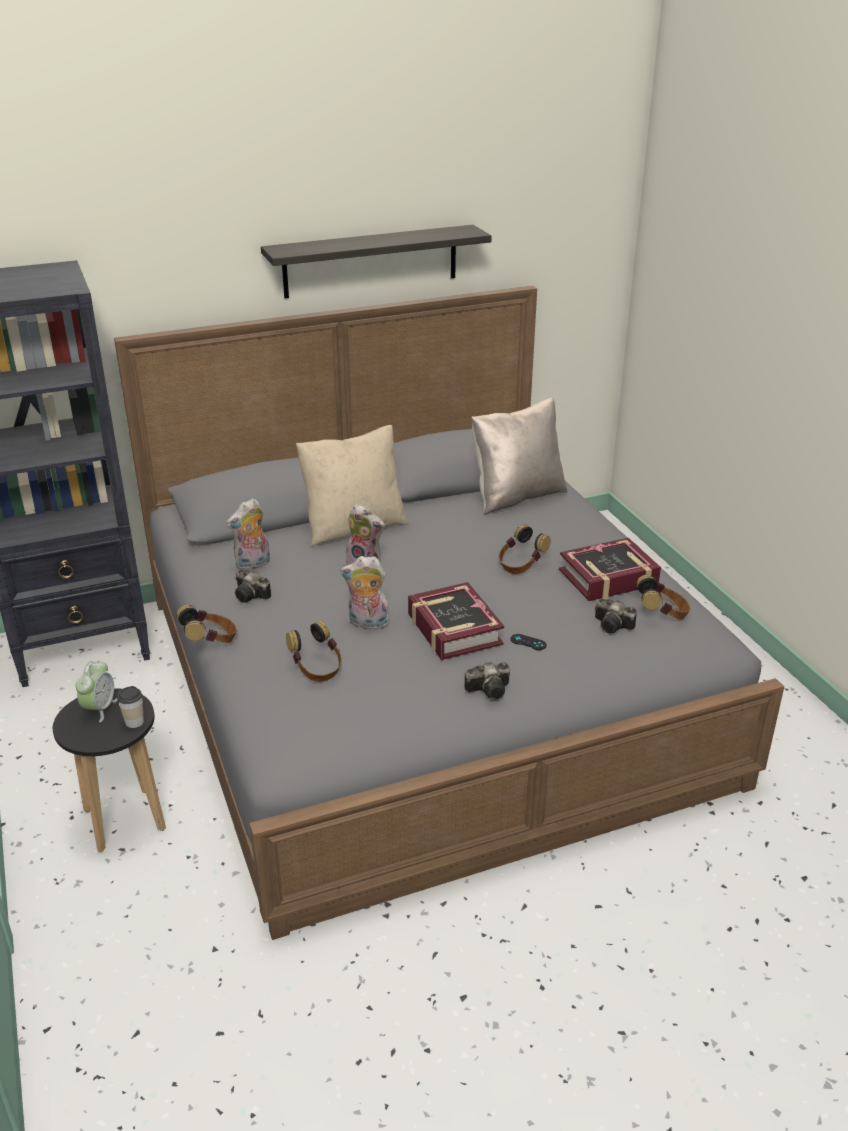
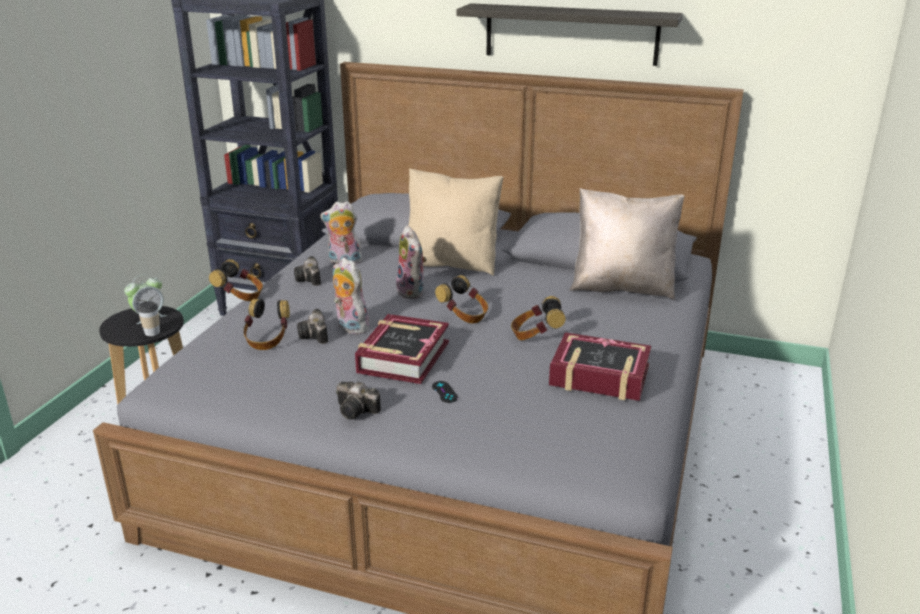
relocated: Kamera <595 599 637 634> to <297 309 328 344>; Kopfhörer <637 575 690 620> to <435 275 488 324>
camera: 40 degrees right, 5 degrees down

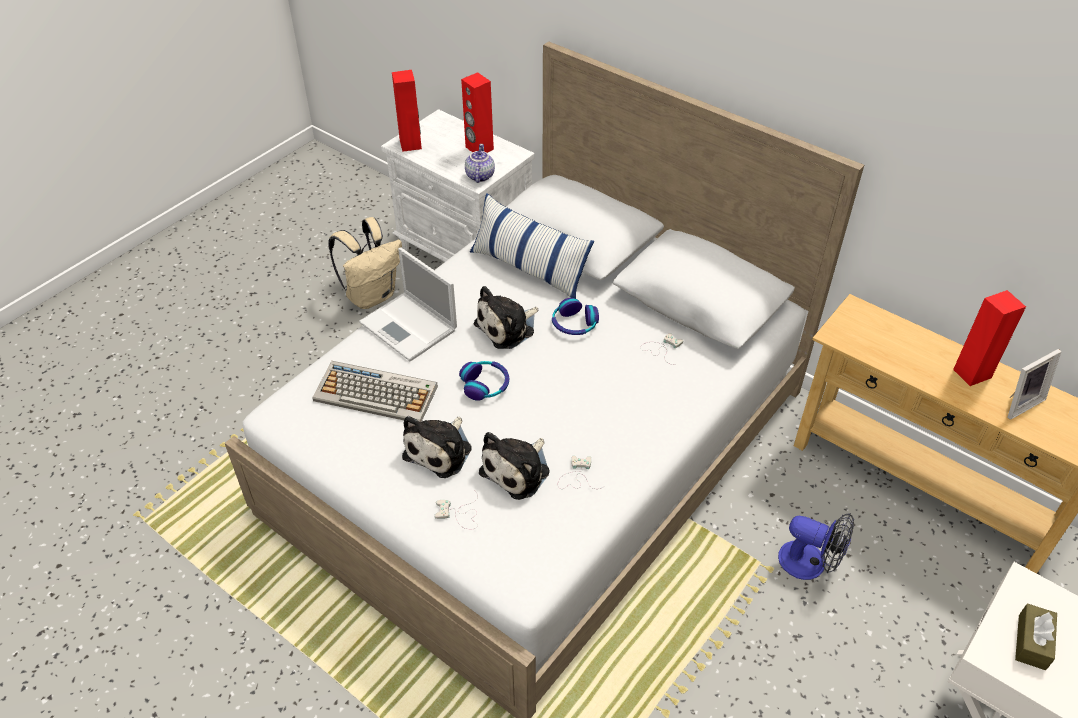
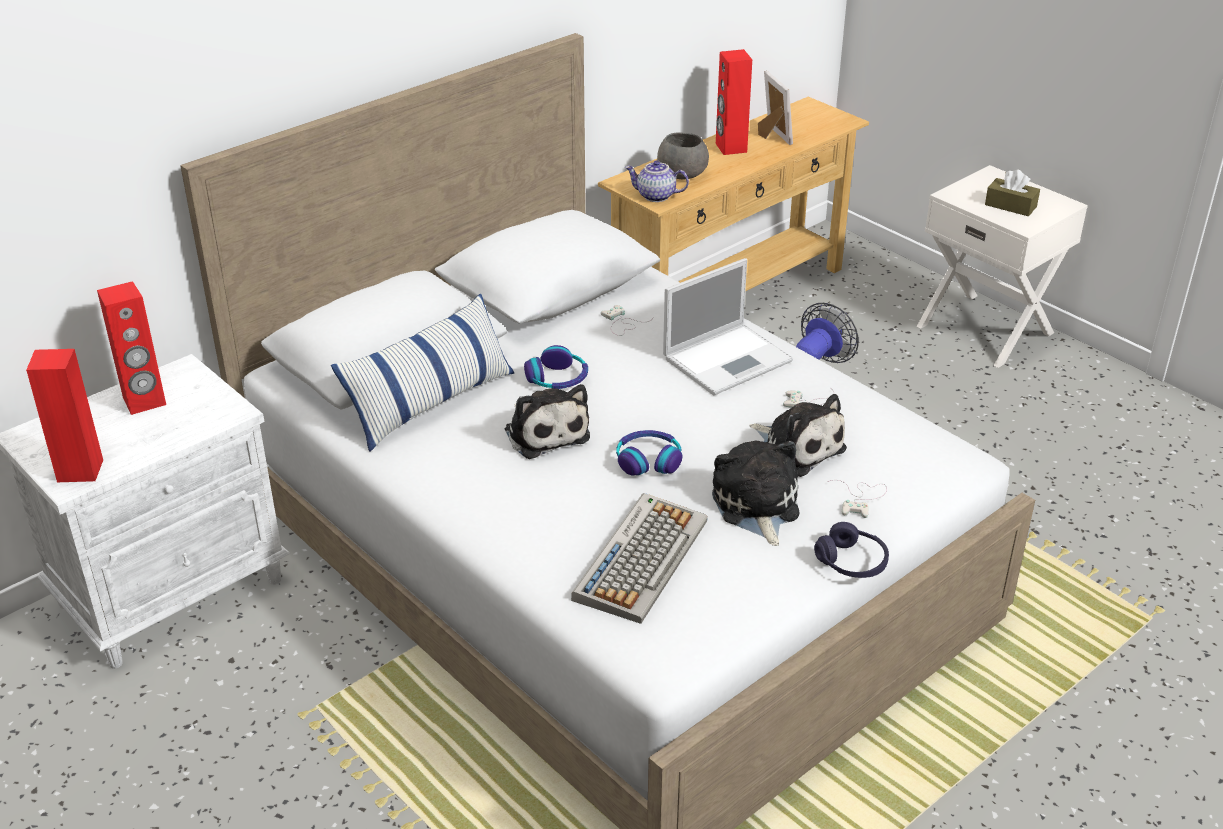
missing: Rucksack/beige <328 217 402 309>
appeared: Schüssel/grau <657 132 709 179>; Kopfhörer/lila <814 522 889 578>
relocated: Laptop <359 247 457 362> to <663 258 793 395>; Teekanne <465 144 495 183> to <625 160 689 202>
spun: Plüschtier <402 416 472 478> = <712 440 799 546> 135 degrees counterclockwise
camera: 80 degrees left, 10 degrees down

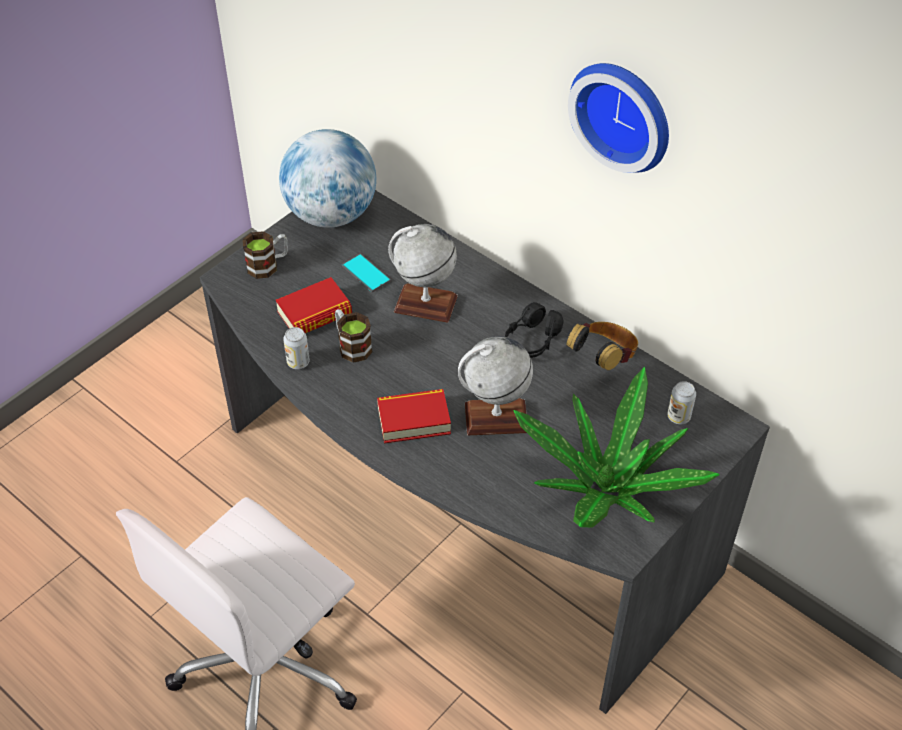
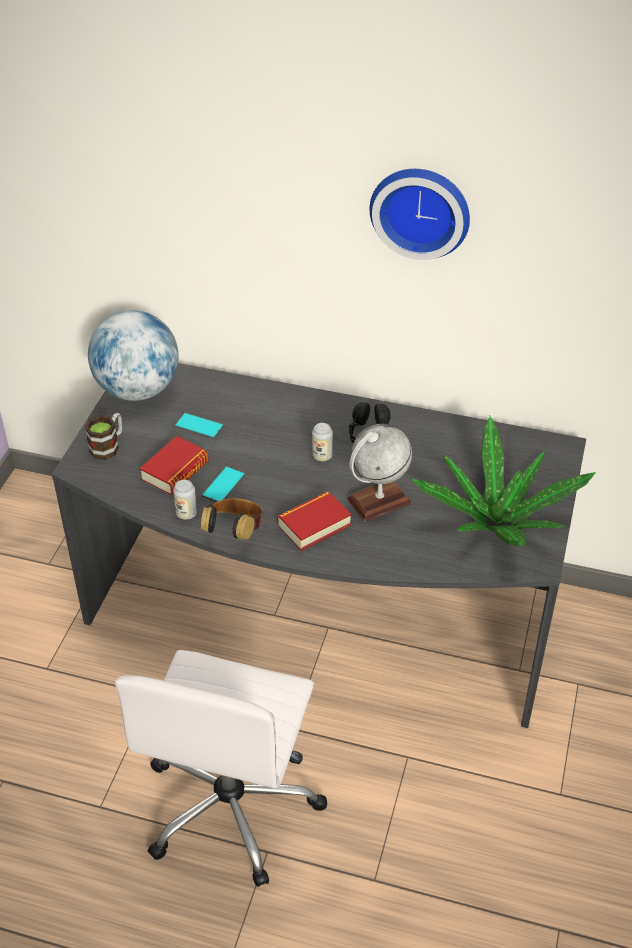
missing: Globus <388 224 458 323>
relocated: Kopfhörer <566 322 638 370> to <201 498 263 540>; Dose <667 381 696 424> to <312 423 333 461>
exchanged: Henkelbecher <335 309 373 363> to Handy <202 466 246 502>
camera: 25 degrees left, 5 degrees down

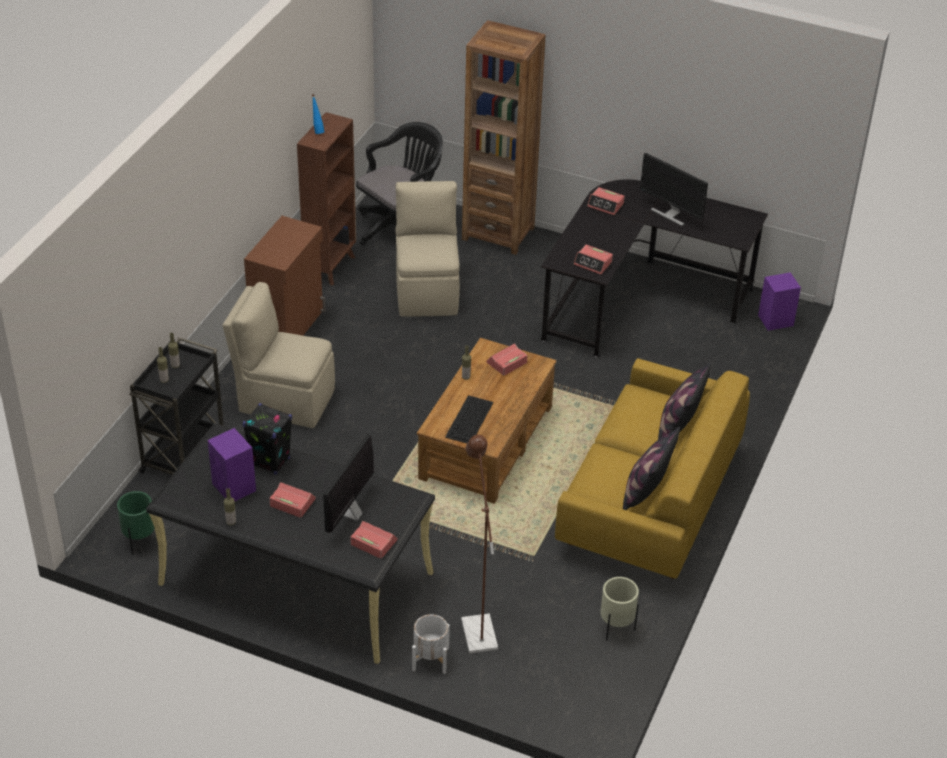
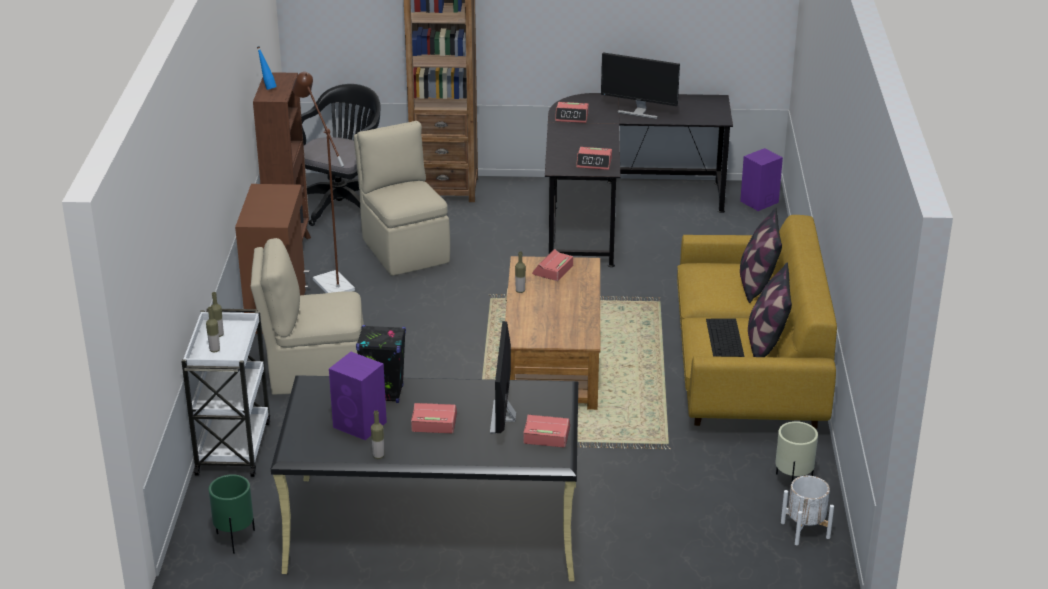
relocated: Pflanzkübel/weiß <412 614 450 674> to <781 476 834 545>; Tastatur <445 395 494 443> to <706 318 745 357>; Stehlampe/braun <461 435 498 653> to <292 72 355 293>
colour: Rollwagen/schwarz <129 337 224 475> to Rollwagen/weiß <181 308 270 477>
camera: 20 degrees left, 10 degrees down

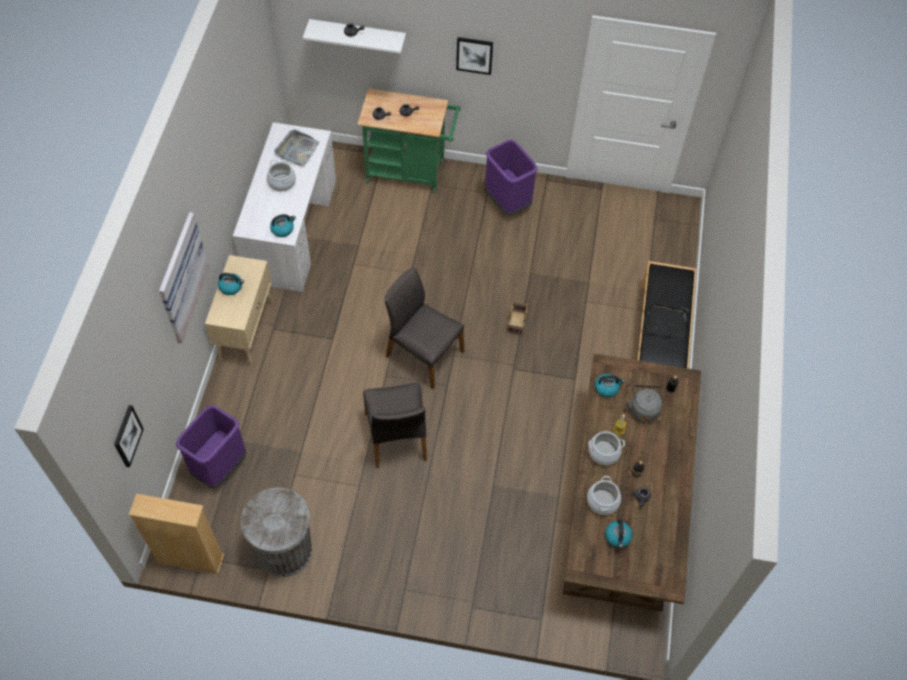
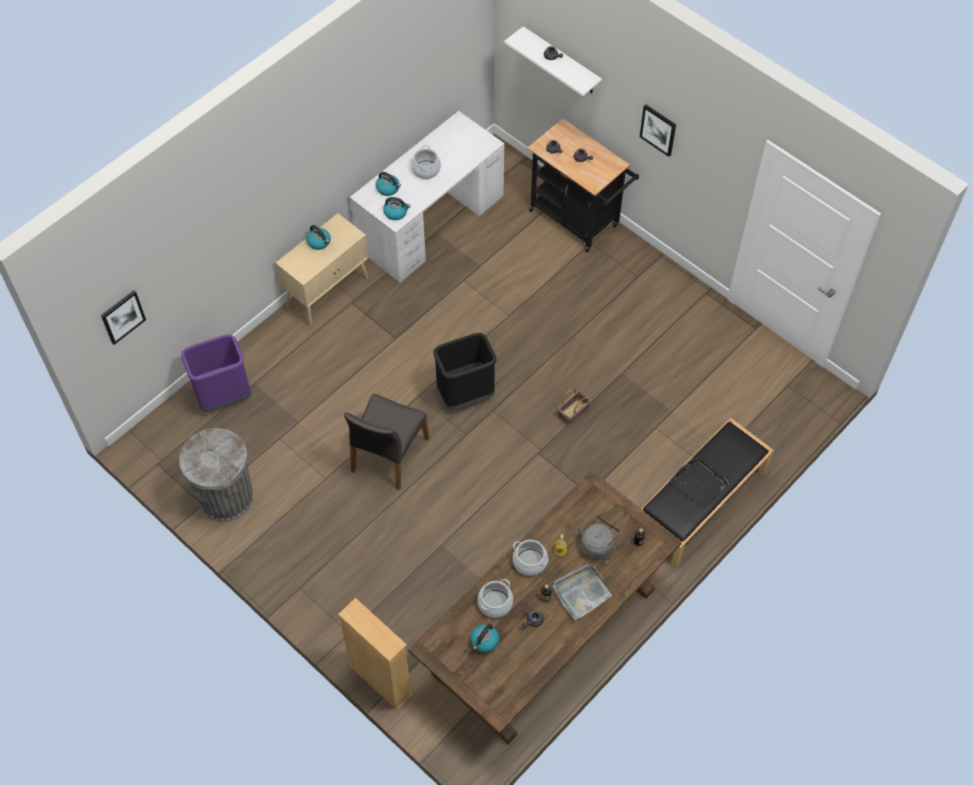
missing: Bild <159 212 209 343>; Mülleimer/lila <485 140 538 216>
relocated: Bücherregal/beige <129 494 224 574> to <338 598 413 710>; Tablett/grau <274 129 319 166> to <553 564 612 620>; Wasserkessel <595 374 625 397> to <376 172 401 196>
exchanged: Stuhl/grau <385 268 464 389> to Mülleimer/schwarz <433 333 496 410>
colour: Rollwagen/grün <357 88 461 193> to Rollwagen/schwarz <528 119 639 252>
camera: 35 degrees right, 0 degrees up

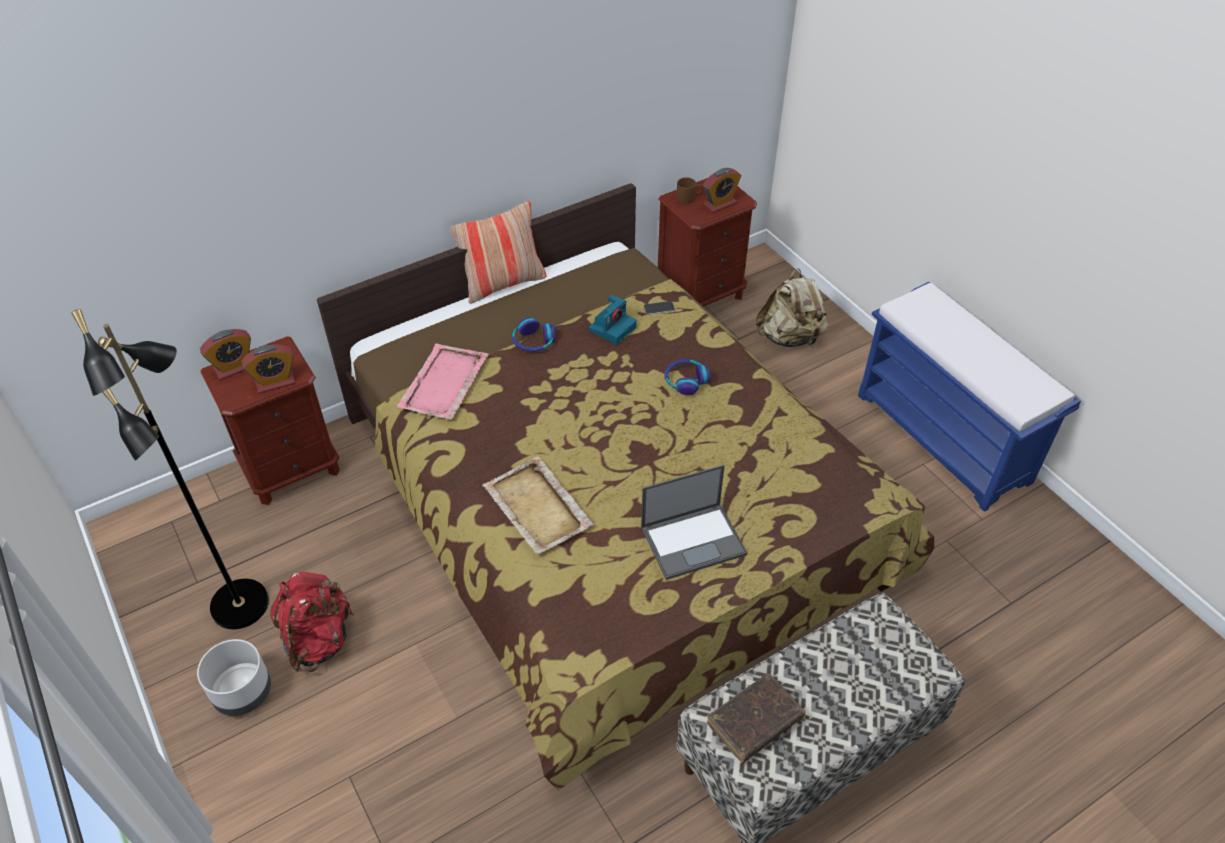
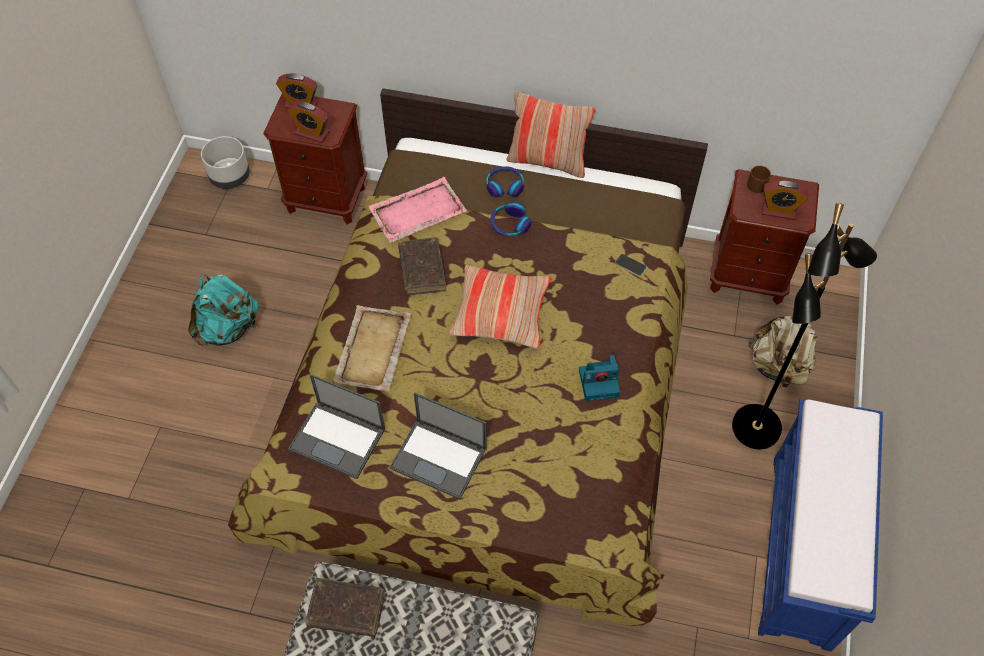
appeared: Laptop <288 374 385 479>; Buch/braun <398 237 446 295>; Kissen <449 265 551 349>
relocated: Stehlampe/schwarz <72 309 269 629> to <732 203 877 449>; Pflanzkübel/grau <197 639 271 716> to <201 136 250 189>; Kamera <589 295 637 345> to <579 355 620 401>; Kopfhörer <664 359 711 395> to <486 166 524 197>
colour: Rucksack/rot <270 572 353 672> to Rucksack/türkis <188 274 259 346>
camera: 45 degrees right, 10 degrees up

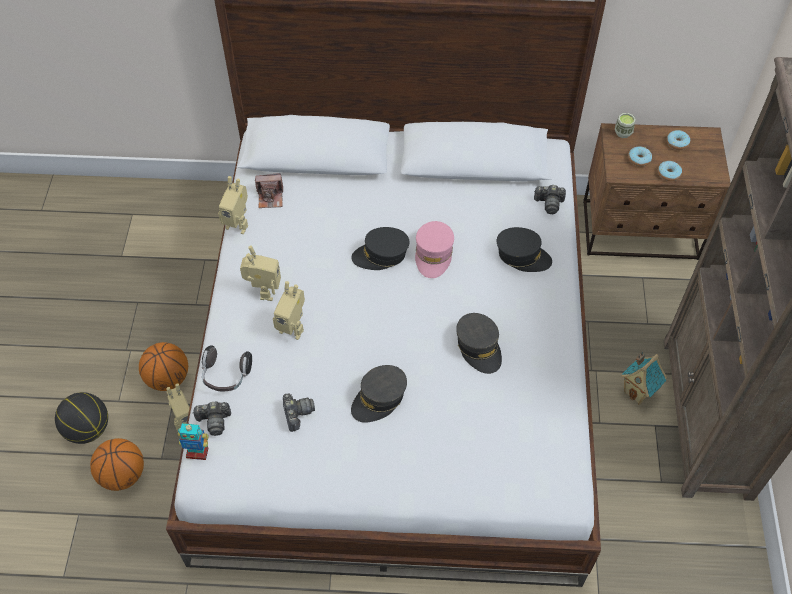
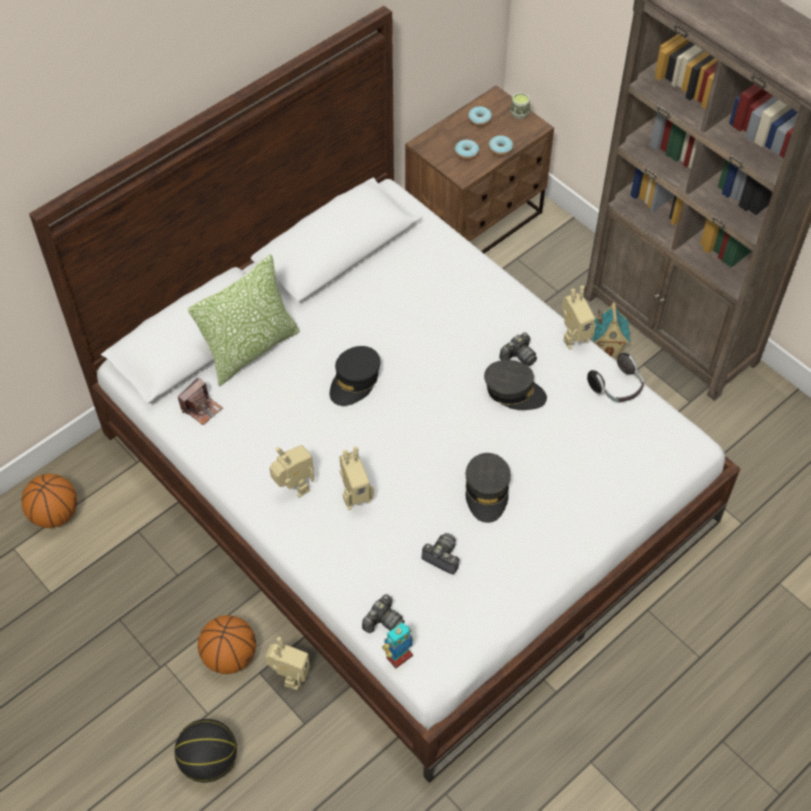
missing: Kappe/rosa <415 221 454 278>; Kappe/schwarz <497 227 552 272>
appeared: Kissen <187 254 300 386>
relocated: Basketball <90 438 144 491> to <21 474 77 528>; Kopfhörer <202 345 252 391> to <587 353 644 402>; Spielzeugroboter <218 176 248 234> to <562 286 596 350>; Kamera <534 185 566 214> to <499 333 537 366>; Tasse <615 113 635 138> to <510 92 530 119>
camera: 45 degrees left, 0 degrees up

